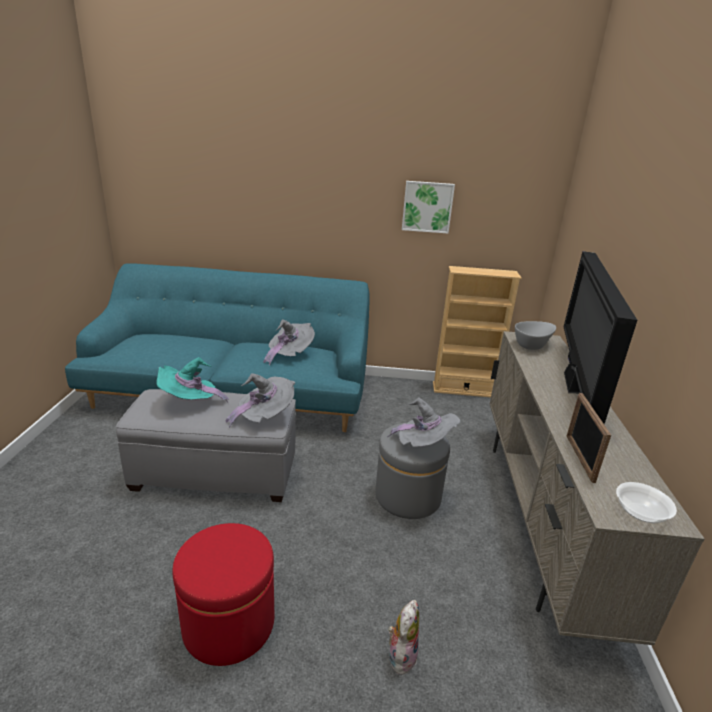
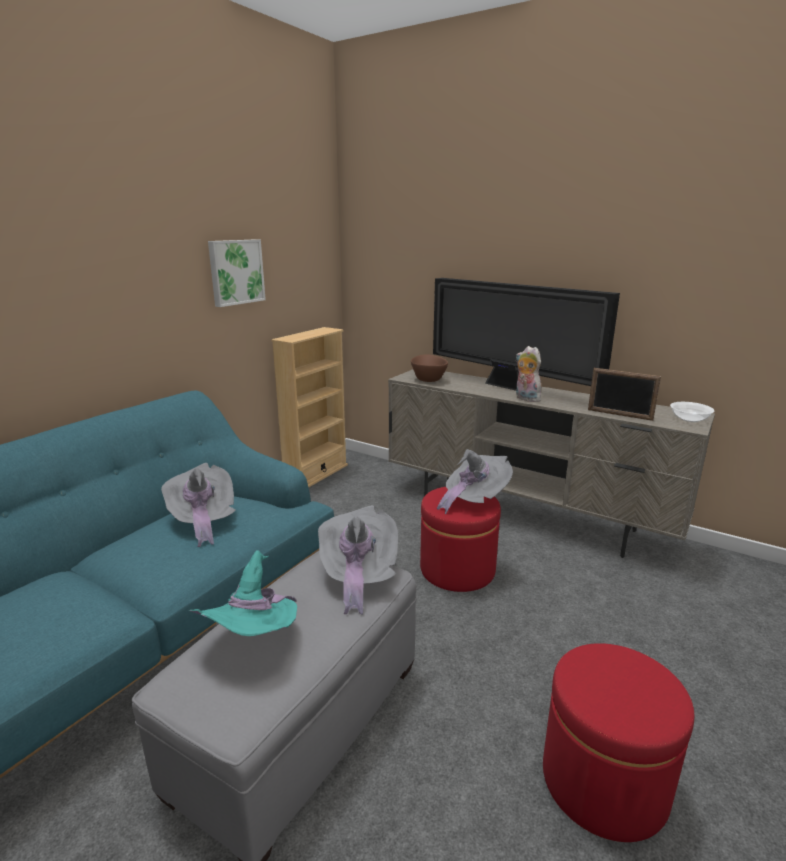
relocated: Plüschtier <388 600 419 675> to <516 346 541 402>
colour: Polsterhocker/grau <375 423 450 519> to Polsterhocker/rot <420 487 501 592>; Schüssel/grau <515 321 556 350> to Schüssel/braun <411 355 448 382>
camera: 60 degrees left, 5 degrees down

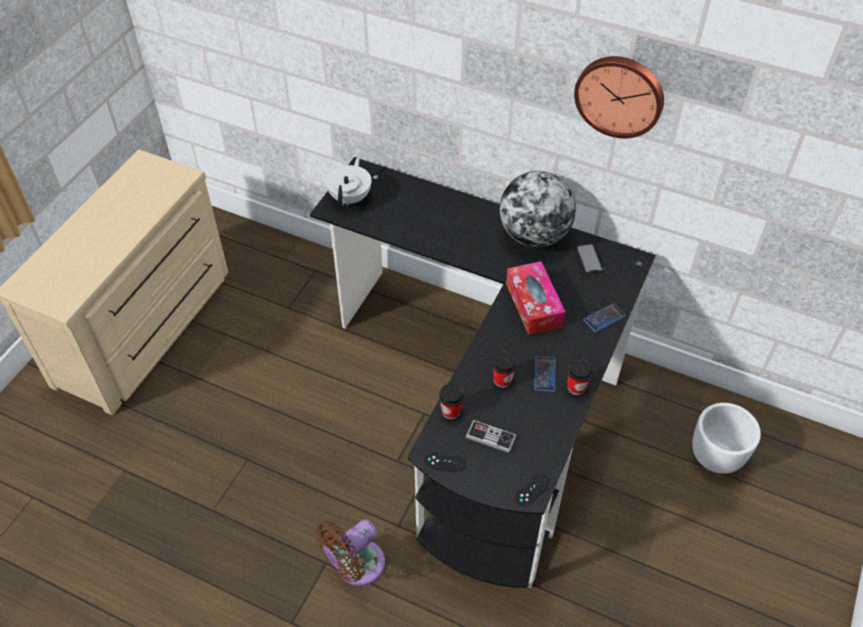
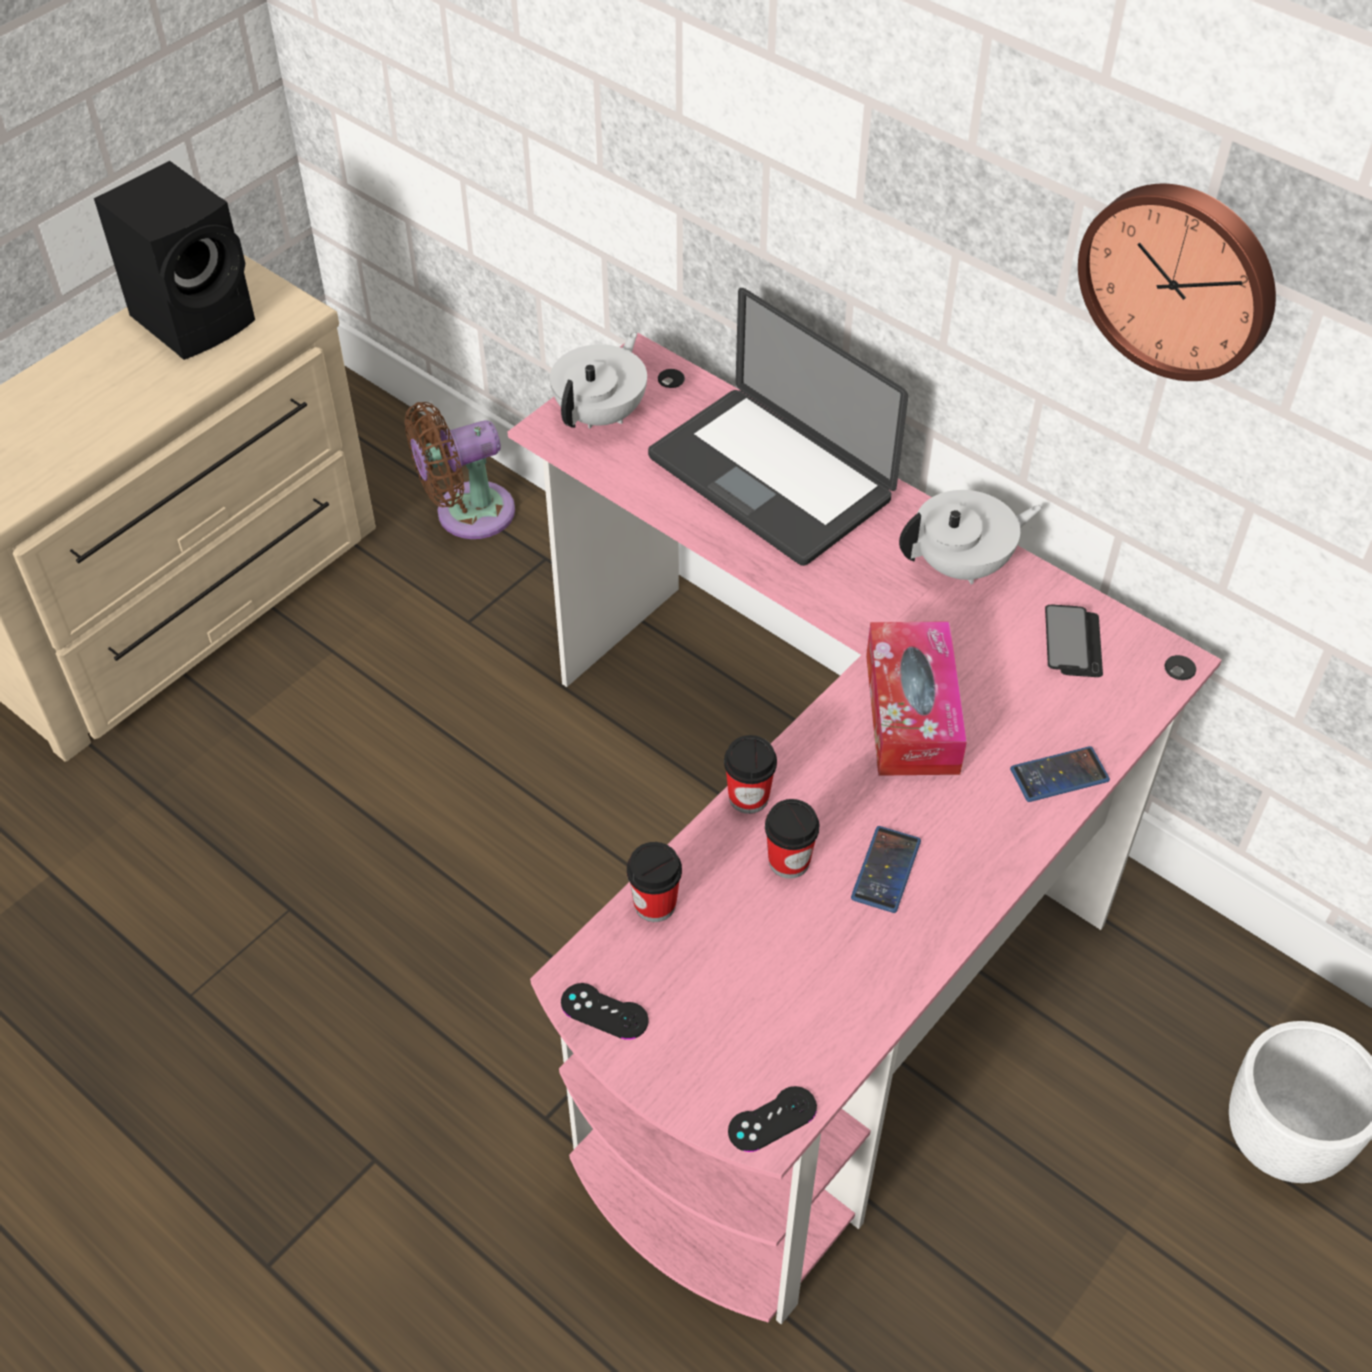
missing: Gamepad <466 420 517 453>
appeared: Lautsprecher/schwarz <94 161 255 360>; Laptop <648 288 908 566>
relocated: Ventilator/braun <315 519 385 586> to <405 402 515 539>; Tasse <567 359 592 395> to <724 735 777 814>
exchanged: Globus <500 171 576 247> to Teekanne/weiß <899 490 1042 584>
colour: Schreibtisch/schwarz <310 157 656 588> to Schreibtisch/rosa <508 333 1222 1324>
camera: 15 degrees right, 0 degrees up

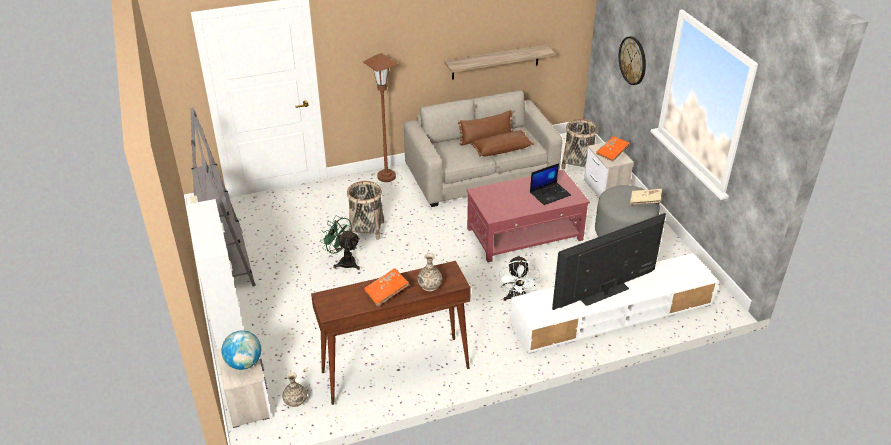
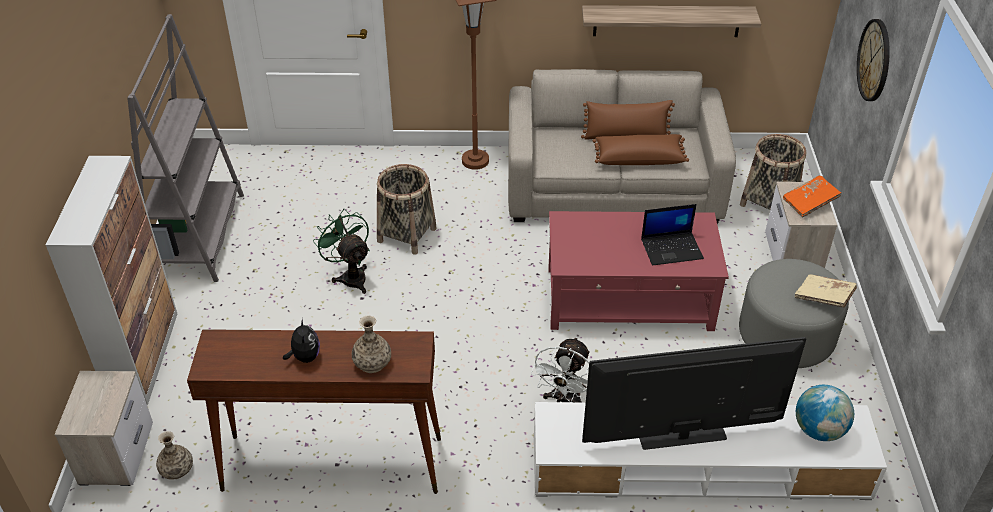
relocated: Globus <221 330 261 370> to <796 385 854 441>
exchanged: Buch/orange <364 269 409 306> to Plüschtier <283 318 320 363>
camera: 20 degrees right, 5 degrees up

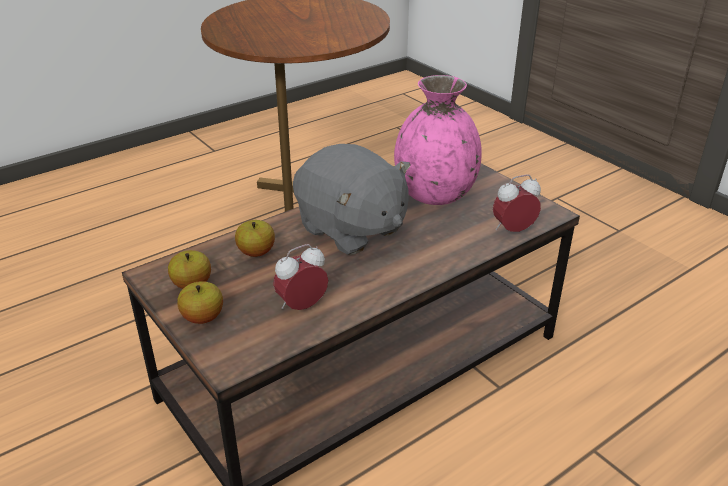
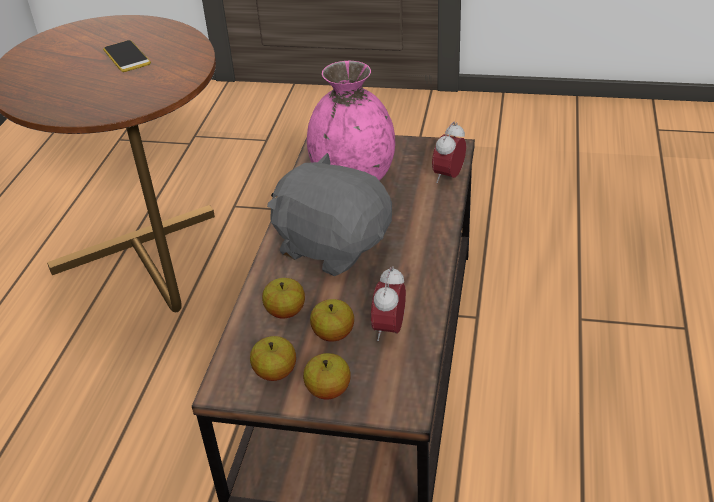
appeared: Handy <103 40 151 72>; Apfel <310 299 354 342>
spun: Plüschtier/grau <293 144 411 255> = <267 153 392 276> 150 degrees counterclockwise
camera: 40 degrees left, 5 degrees up

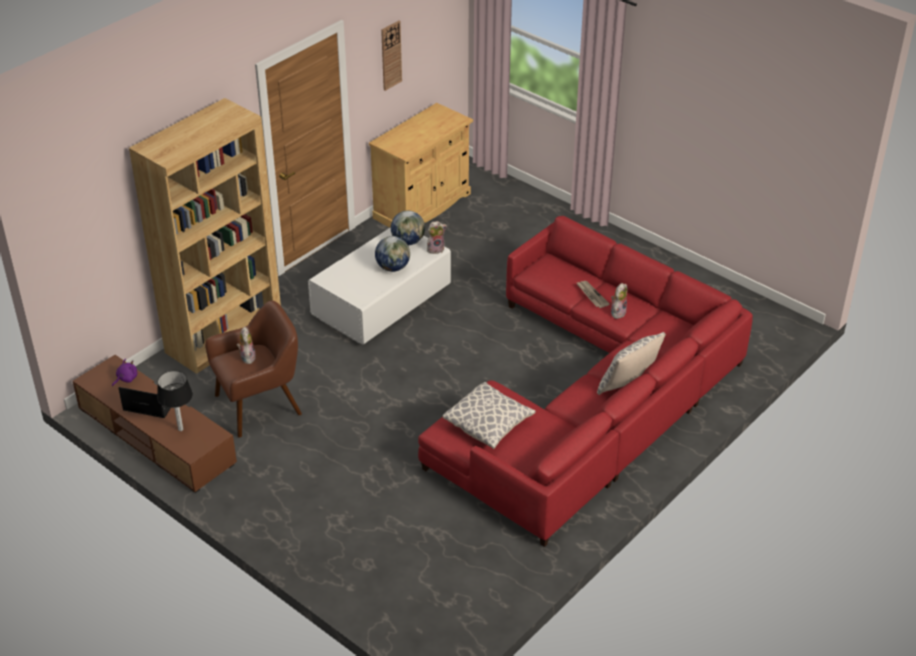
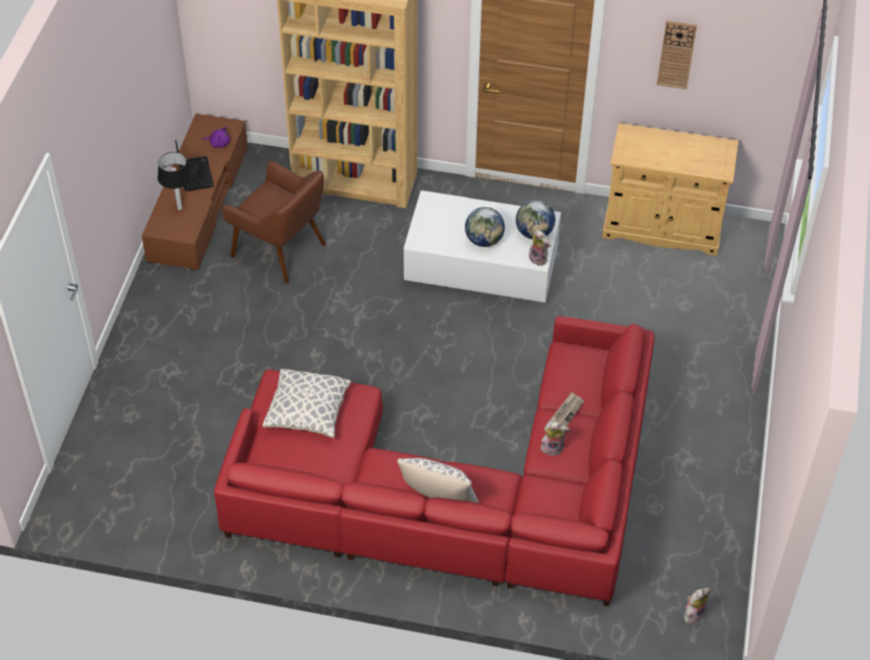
relocated: Plüschtier <237 326 256 364> to <684 588 710 624>
camera: 60 degrees right, 10 degrees up

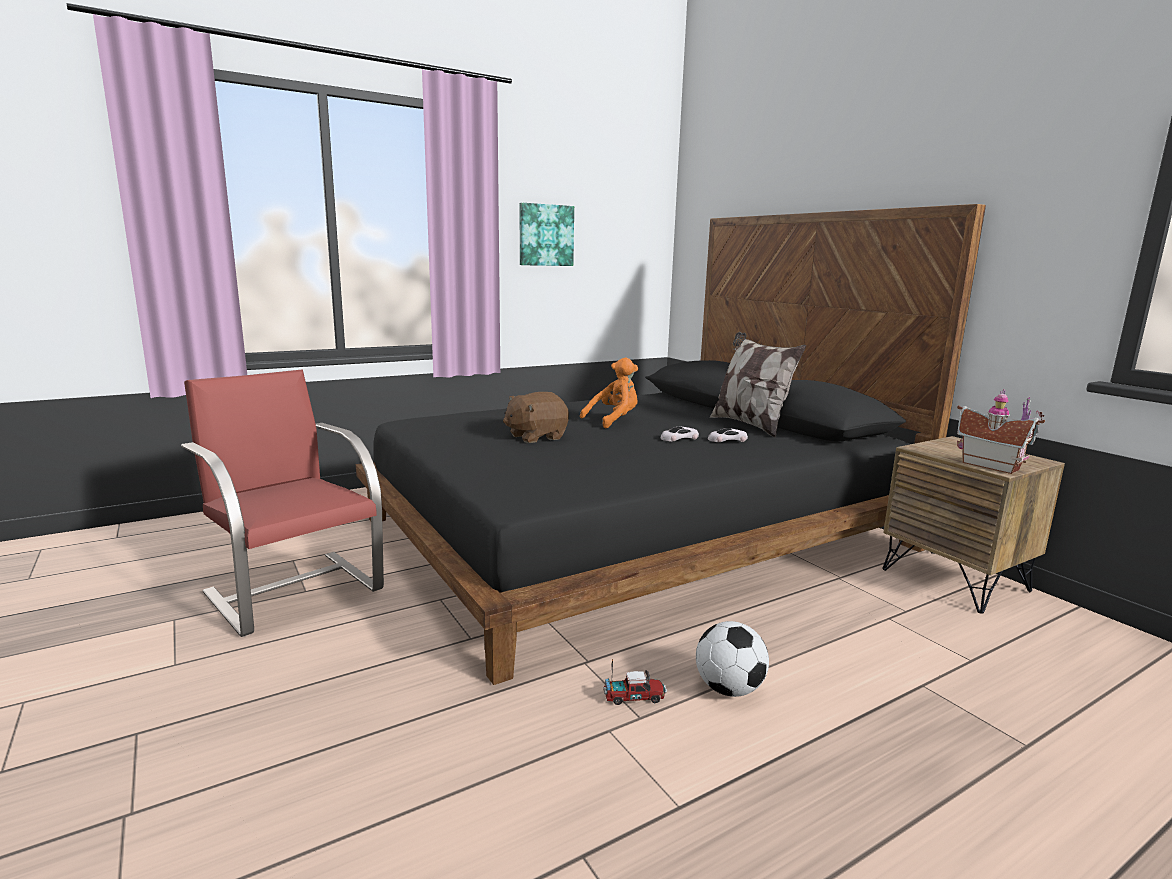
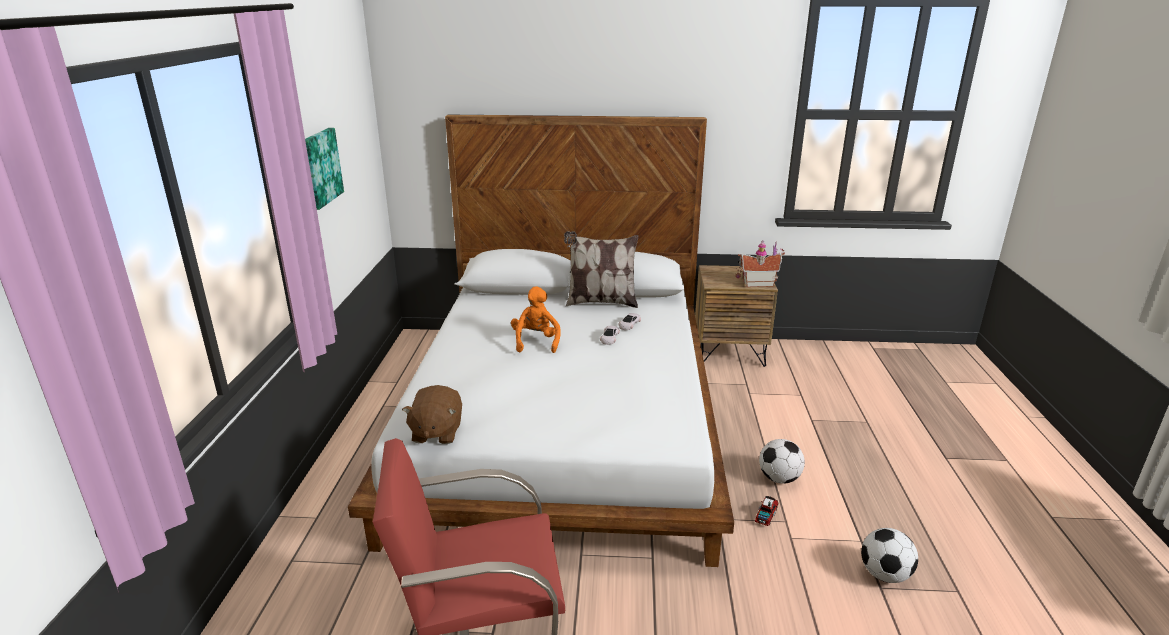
appeared: Fußball <861 528 918 583>
relocated: Plüschtier/braun <503 392 569 443> to <402 385 462 444>
colour: Bett/schwarz <356 204 986 685> to Bett/weiß <348 115 734 567>
camera: 55 degrees left, 10 degrees up

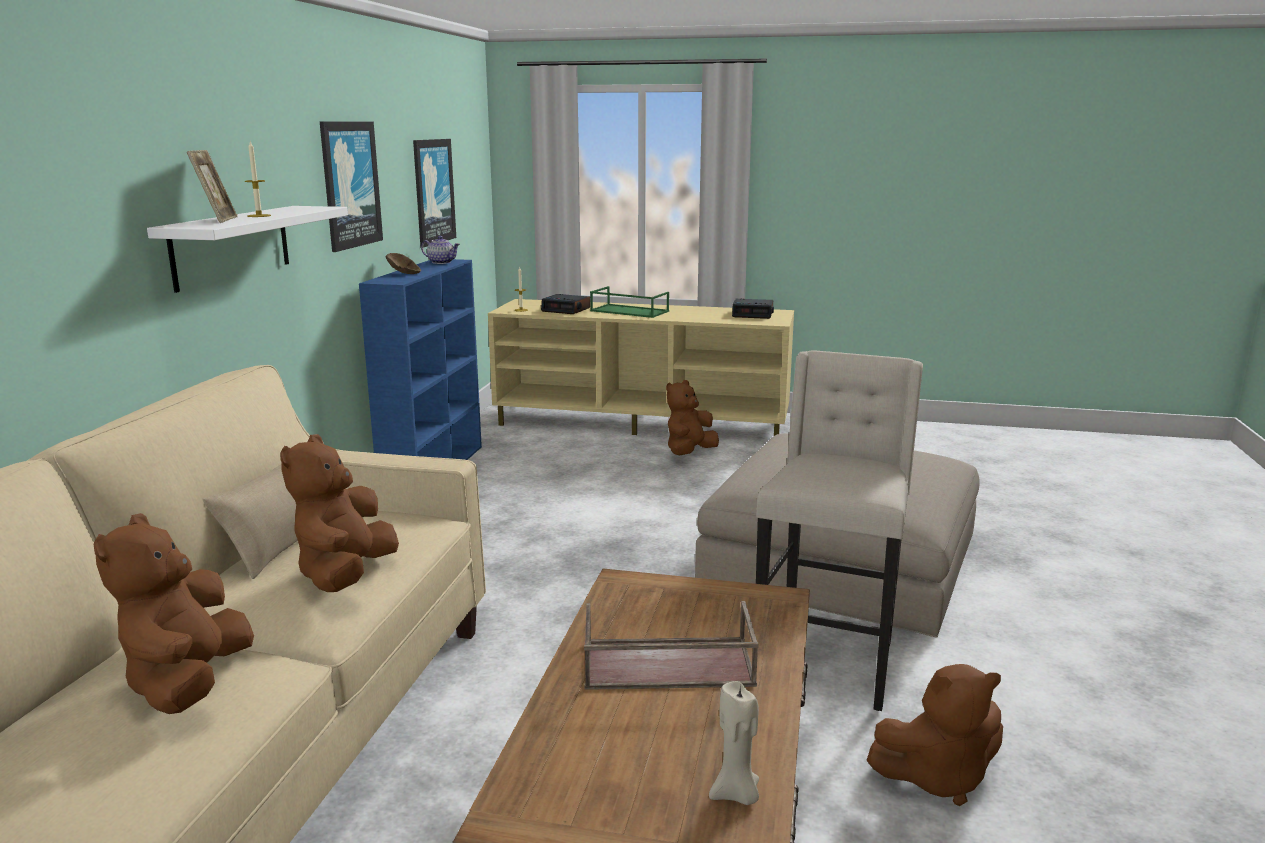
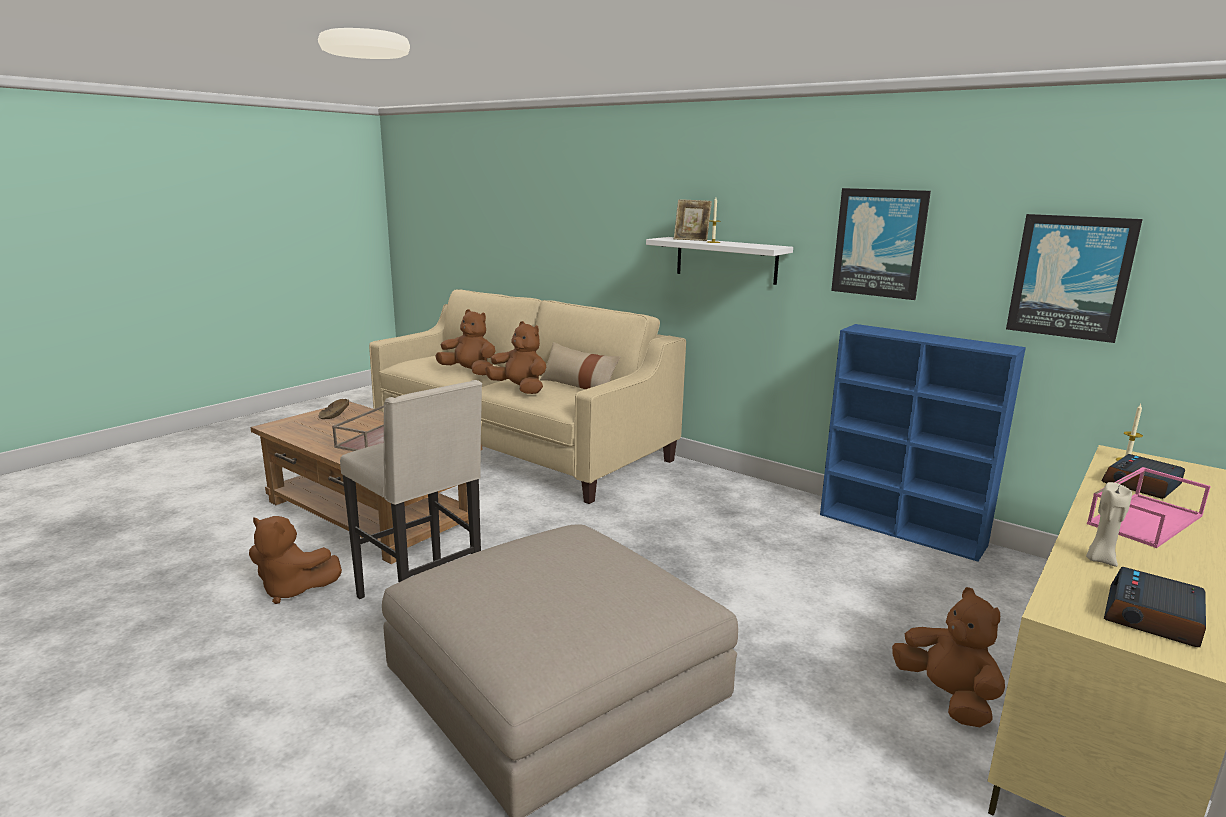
missing: Teekanne <421 236 460 264>
relocated: Schüssel/braun <386 253 421 274> to <319 399 349 419>; Kerze/beige <709 681 759 805> to <1086 482 1132 567>
colour: Tablett/grün <590 286 669 318> to Tablett/rosa <1087 467 1211 548>
spun: Plüschtier/braun <866 664 1003 806> = <249 516 342 604> 90 degrees counterclockwise
camera: 115 degrees right, 0 degrees up

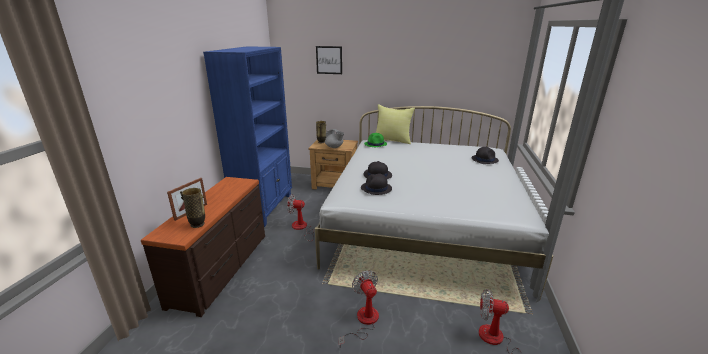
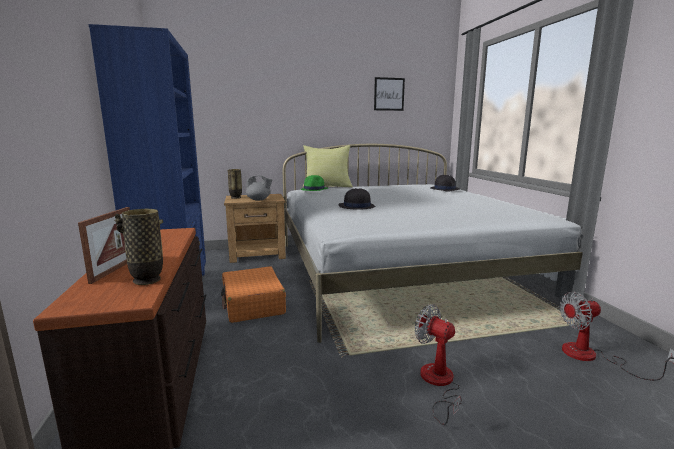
missing: Hut/schwarz <361 173 392 195>
relocated: Bild <316 46 342 74> to <374 77 405 111>
exchanged: Ventilator <287 194 315 241> to Koffer/orange <221 266 286 323>
camera: 25 degrees left, 10 degrees down

